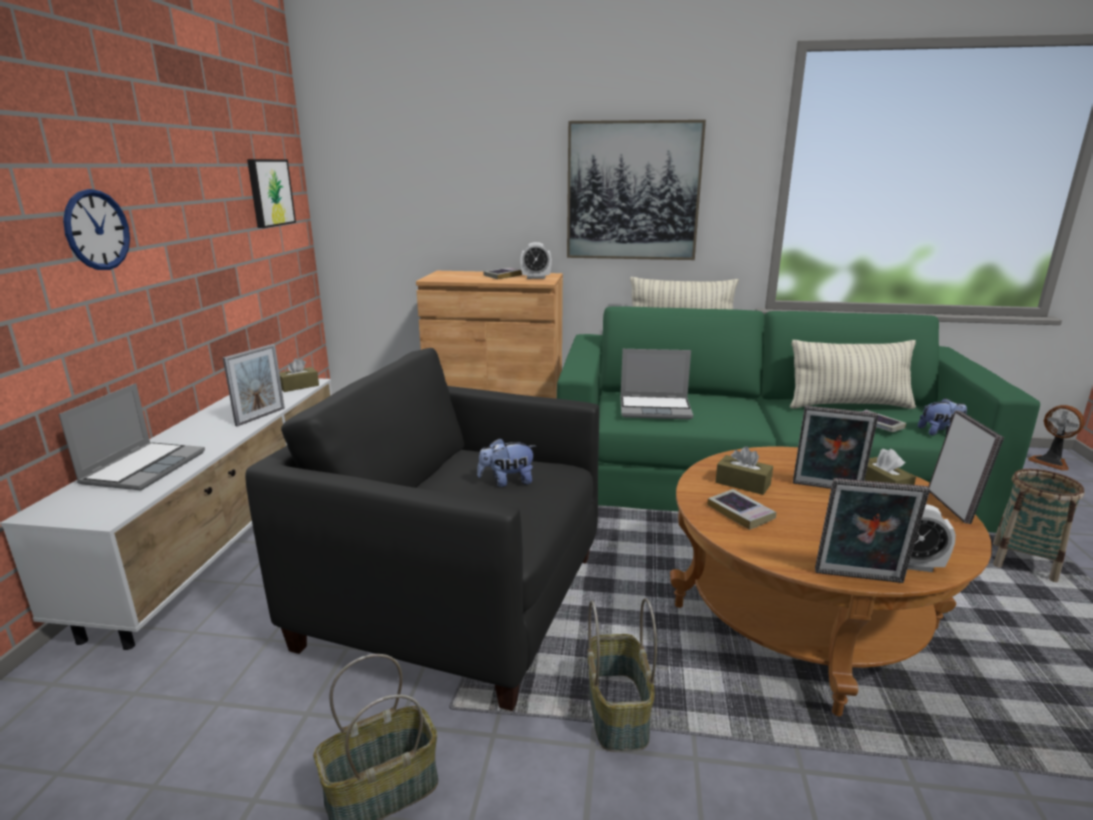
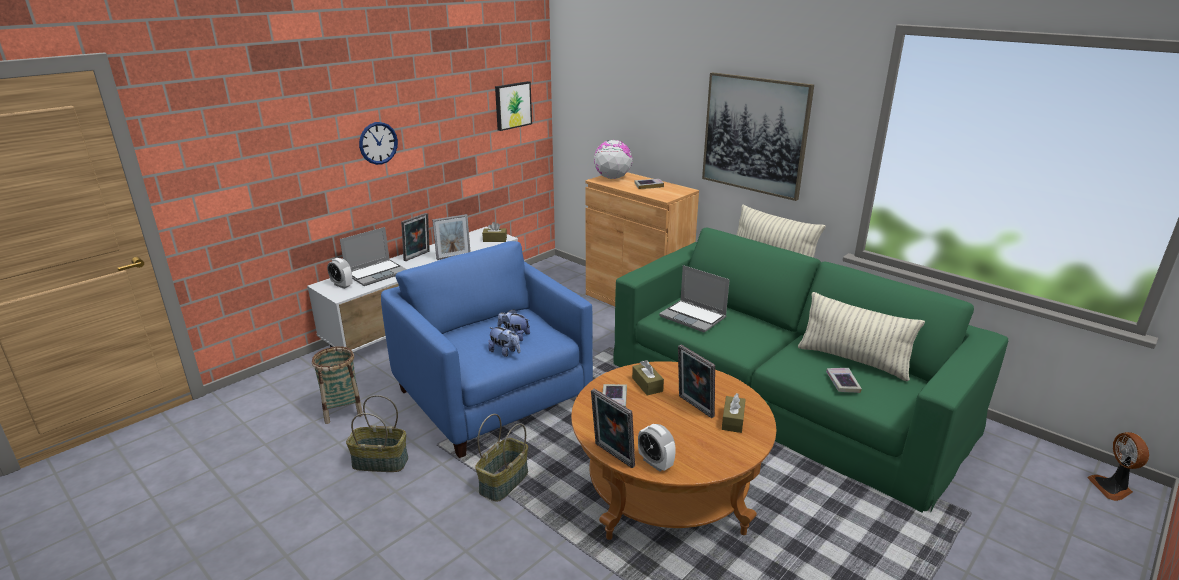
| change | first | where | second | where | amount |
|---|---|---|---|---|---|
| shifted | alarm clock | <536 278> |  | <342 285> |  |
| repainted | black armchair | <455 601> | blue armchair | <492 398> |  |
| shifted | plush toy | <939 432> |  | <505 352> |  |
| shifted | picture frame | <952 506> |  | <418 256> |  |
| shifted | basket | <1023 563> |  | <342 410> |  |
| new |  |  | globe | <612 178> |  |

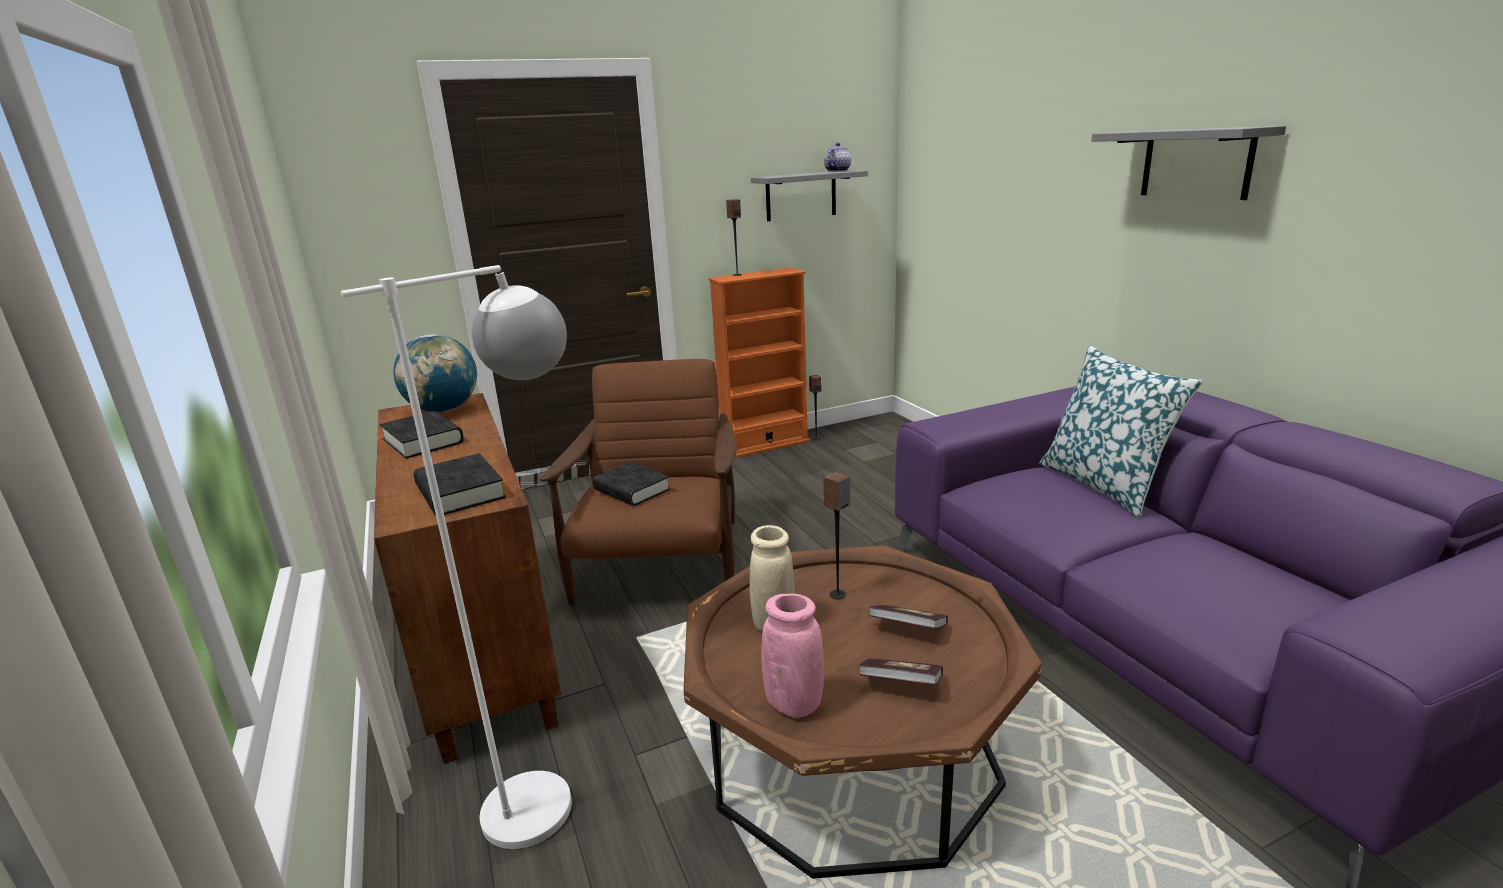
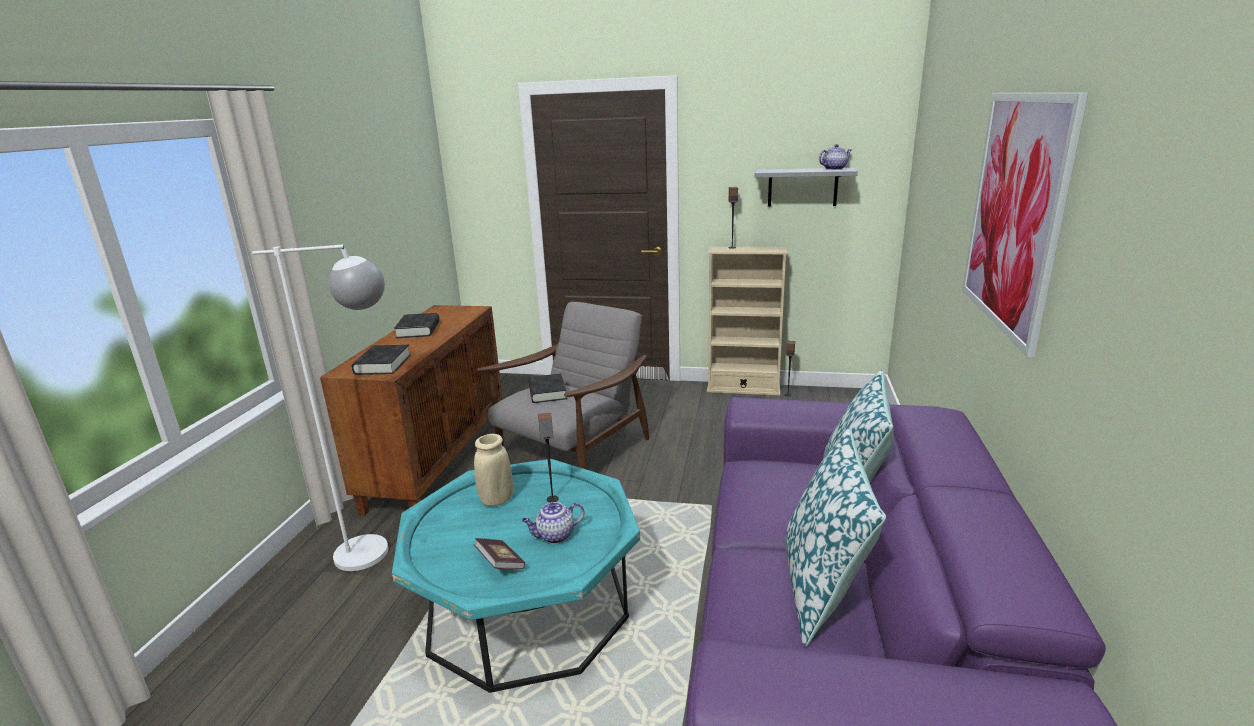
| change | first | where | second | where | amount |
|---|---|---|---|---|---|
| swapped | grey shelf | <1196 163> | picture | <1014 213> |  |
| repainted | orange bookcase | <765 445> | beige bookcase | <743 389> |  |
| gone | globe | <443 410> |  |  |  |
| repainted | brown armchair | <660 564> | grey armchair | <573 450> |  |
| repainted | brown coffee table | <851 754> | turquoise coffee table | <527 608> |  |
| gone | pink vase | <794 703> |  |  |  |
| swapped | book | <908 629> | teapot | <554 536> |  |
| new |  |  | pillow | <823 589> |  |

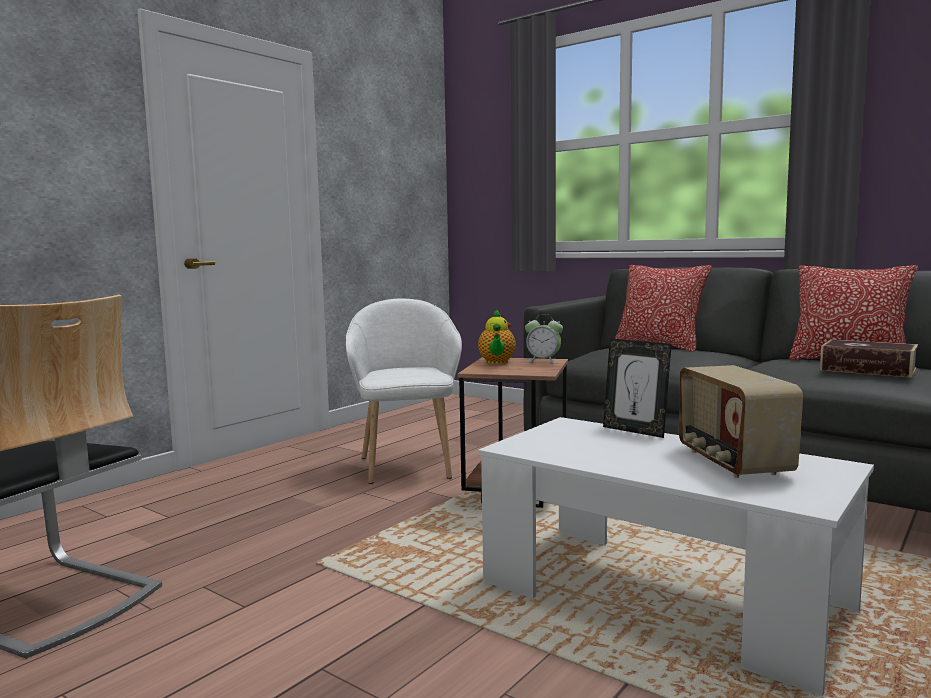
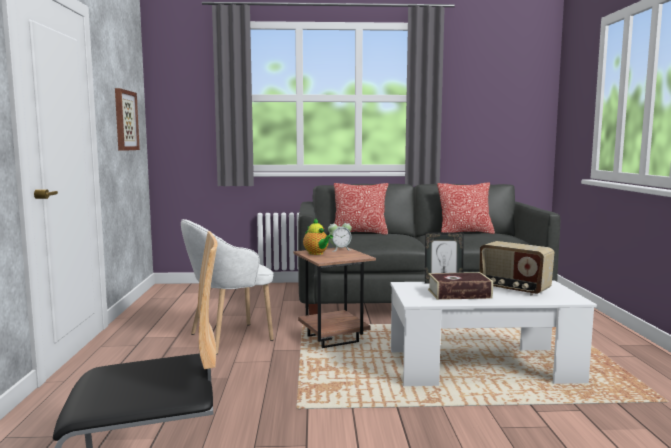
| change | first | where | second | where | amount |
|---|---|---|---|---|---|
| rotated | white armchair | <407 465> |  | <228 338> | 75 degrees counterclockwise |
| shifted | book | <867 369> |  | <459 294> |  |
| new |  |  | picture | <125 120> |  |

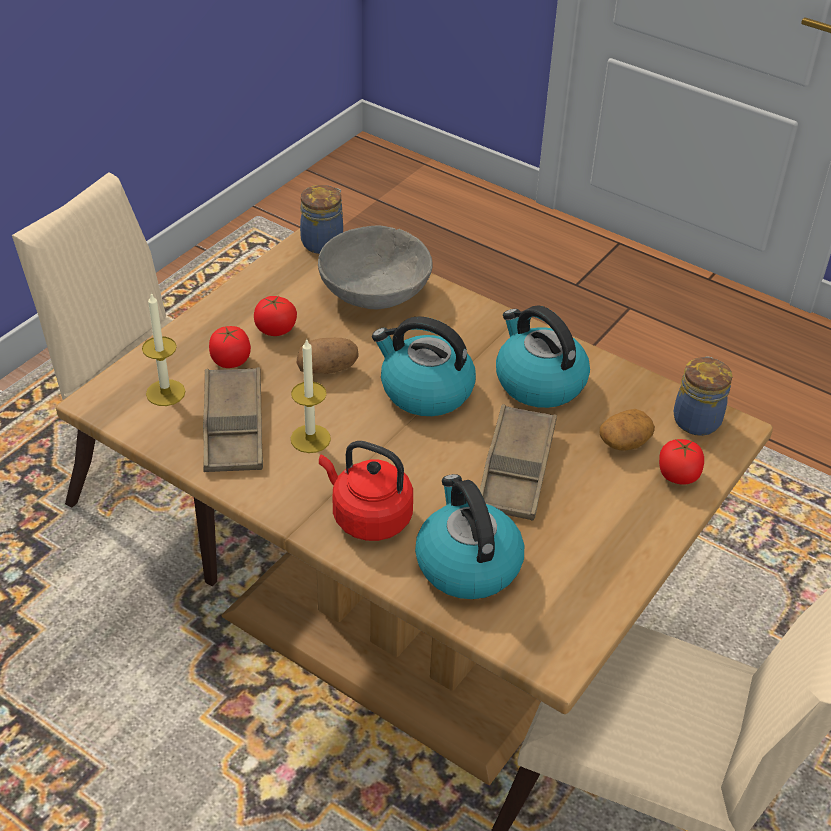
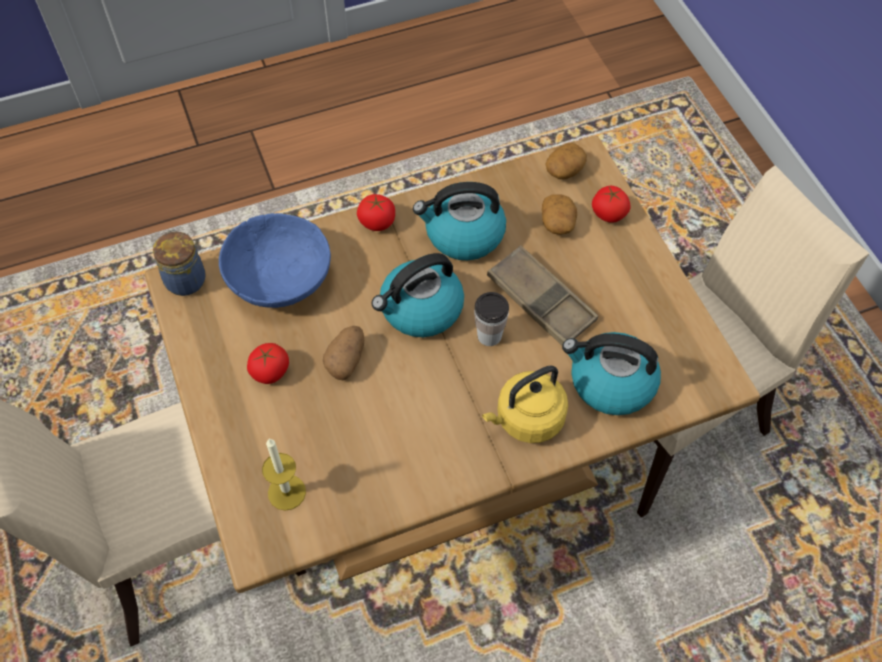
| change | first | where | second | where | amount |
|---|---|---|---|---|---|
| repainted | grey bowl | <374 292> | blue bowl | <279 279> |  |
| shifted | tomato | <230 360> |  | <377 222> |  |
| gone | candle | <310 438> |  |  |  |
| swapped | jar | <696 419> | potato | <564 170> |  |
| gone | brown tray | <233 427> |  |  |  |
| repainted | red kettle | <368 517> | yellow kettle | <526 419> |  |
| new |  |  | cup | <489 336> |  |

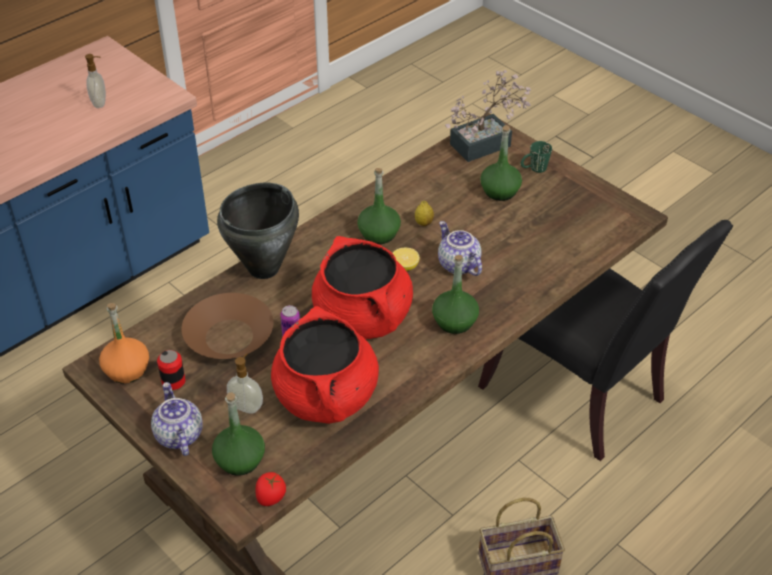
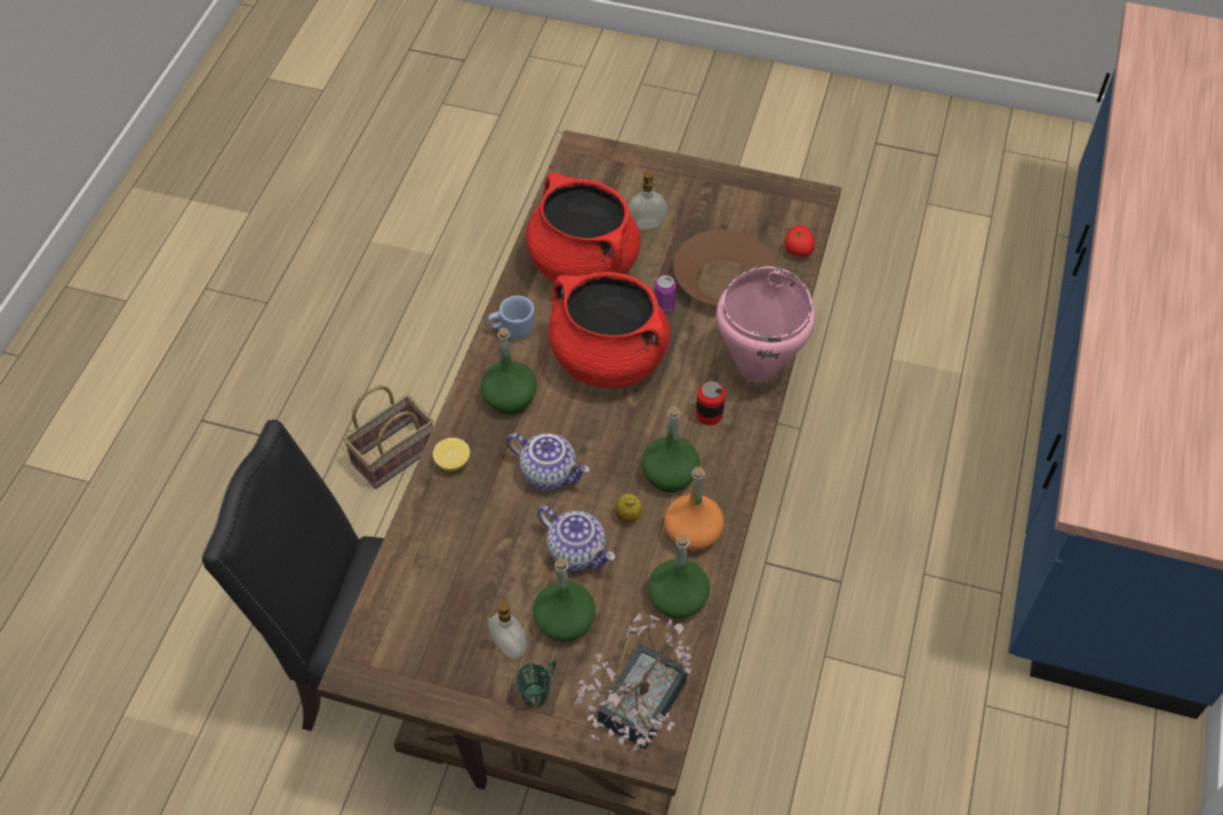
| change | first | where | second | where | amount |
|---|---|---|---|---|---|
| shifted | soap dispenser | <100 103> |  | <507 647> |  |
| repainted | black cooking pot | <264 268> | pink cooking pot | <757 367> |  |
| shifted | lemon | <405 266> |  | <452 462> |  |
| shifted | orange bottle | <127 370> |  | <693 533> |  |
| shifted | can | <173 381> |  | <709 415> |  |
| shifted | teapot | <178 435> |  | <577 552> |  |
| shifted | green bottle | <240 460> |  | <677 598> |  |
| shifted | tomato | <270 497> |  | <798 250> |  |
| new |  |  | blue mug | <512 331> |  |

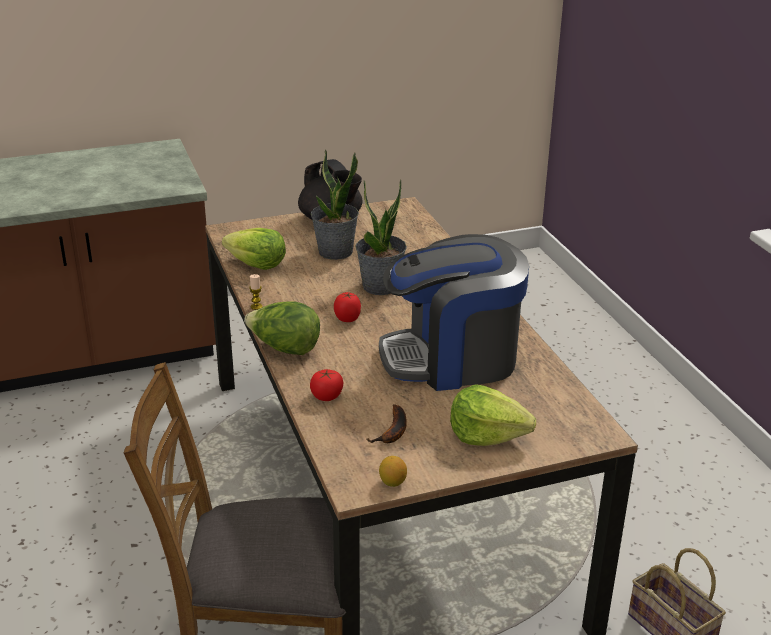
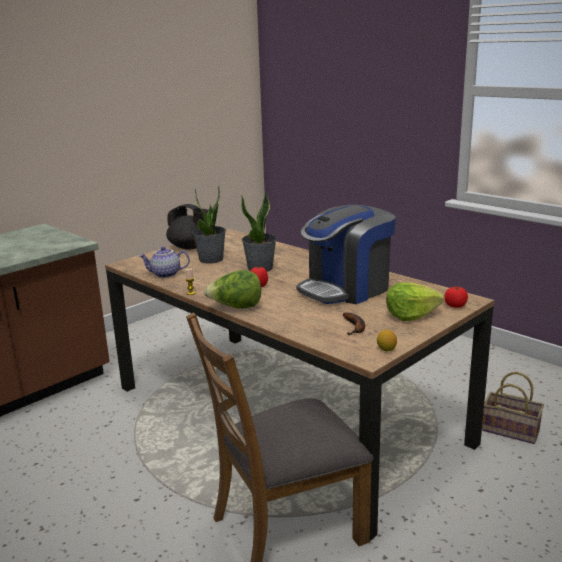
| change | first | where | second | where | amount |
|---|---|---|---|---|---|
| swapped | lettuce | <257 264> | teapot | <165 274> |  |
| shifted | tomato | <326 396> |  | <455 305> |  |

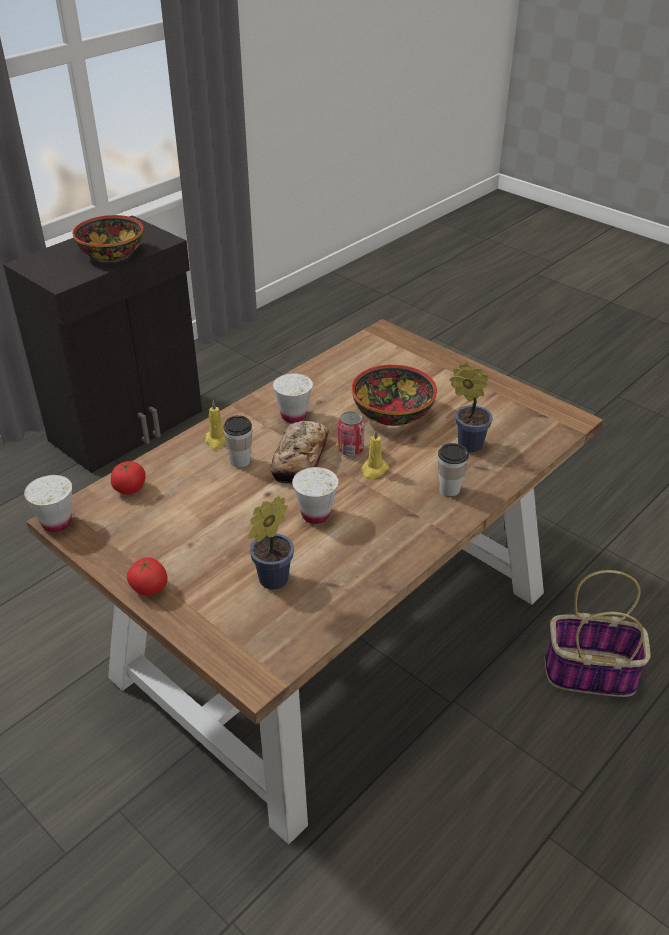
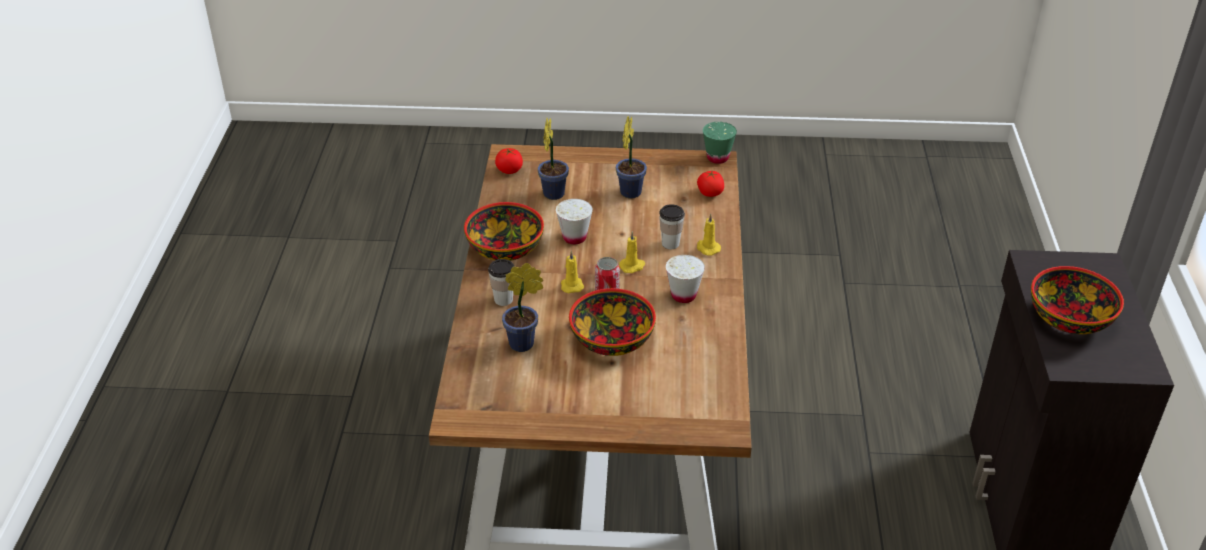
| change | first | where | second | where | amount |
|---|---|---|---|---|---|
| swapped | bread | <300 459> | yellow candle | <632 266> |  |
| repainted | white cup | <57 522> | green cup | <717 158> |  |
| shifted | tomato | <149 588> |  | <509 170> |  |
| gone | basket | <588 673> |  |  |  |
| new |  |  | potted plant | <631 191> |  |
| new |  |  | bowl | <504 248> |  |

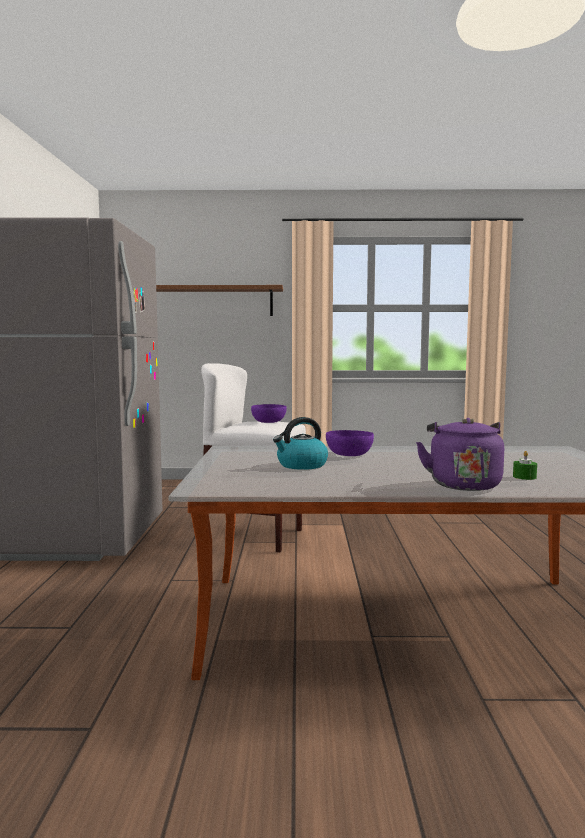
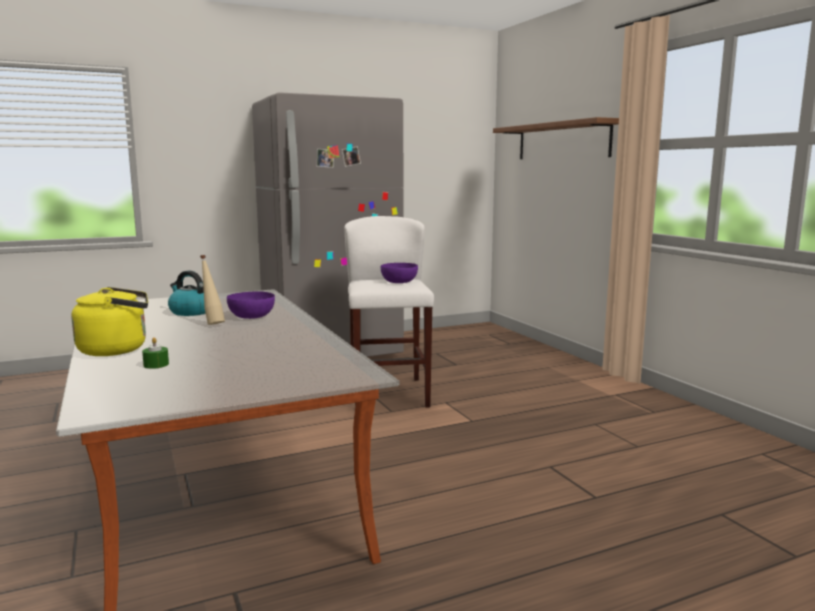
| change | first | where | second | where | amount |
|---|---|---|---|---|---|
| repainted | purple kettle | <462 484> | yellow kettle | <117 349> |  |
| new |  |  | beige bottle | <212 323> |  |

